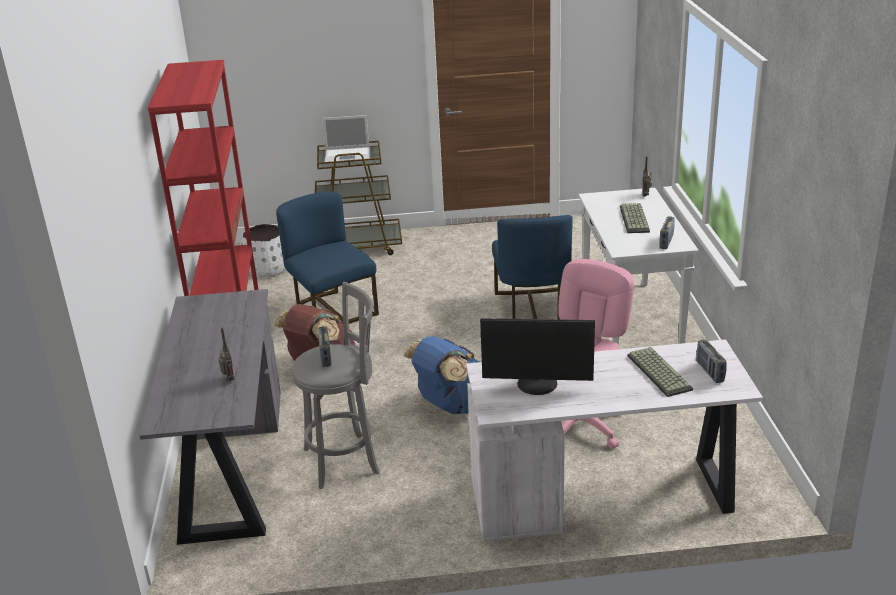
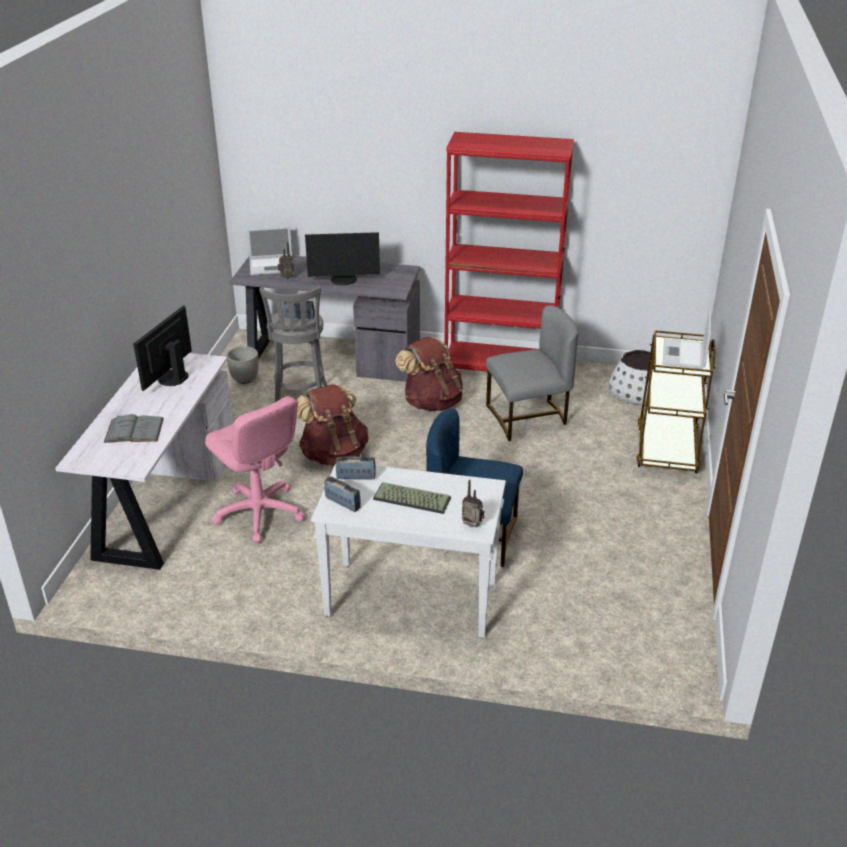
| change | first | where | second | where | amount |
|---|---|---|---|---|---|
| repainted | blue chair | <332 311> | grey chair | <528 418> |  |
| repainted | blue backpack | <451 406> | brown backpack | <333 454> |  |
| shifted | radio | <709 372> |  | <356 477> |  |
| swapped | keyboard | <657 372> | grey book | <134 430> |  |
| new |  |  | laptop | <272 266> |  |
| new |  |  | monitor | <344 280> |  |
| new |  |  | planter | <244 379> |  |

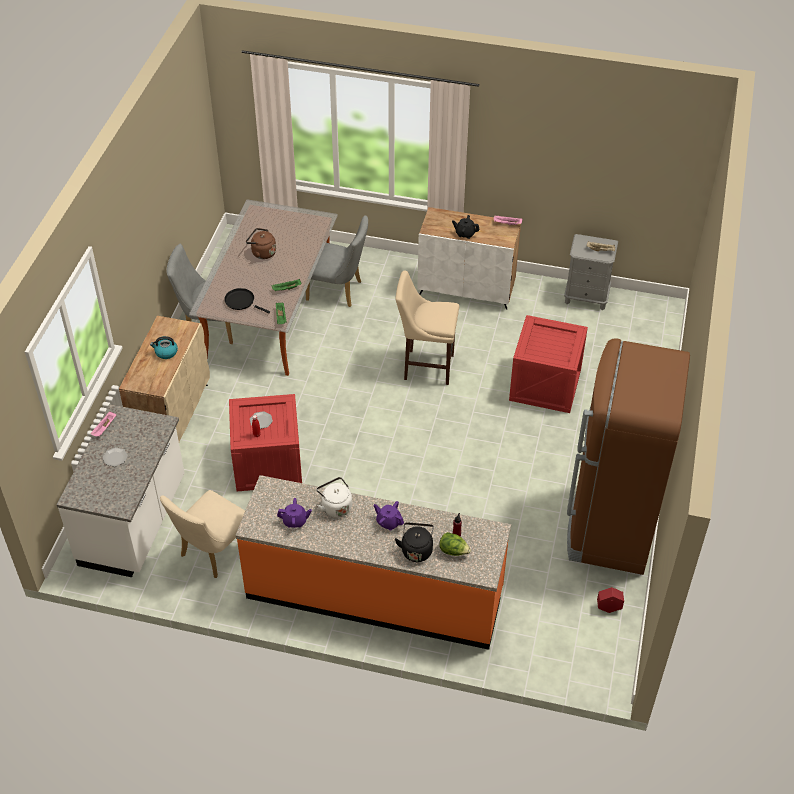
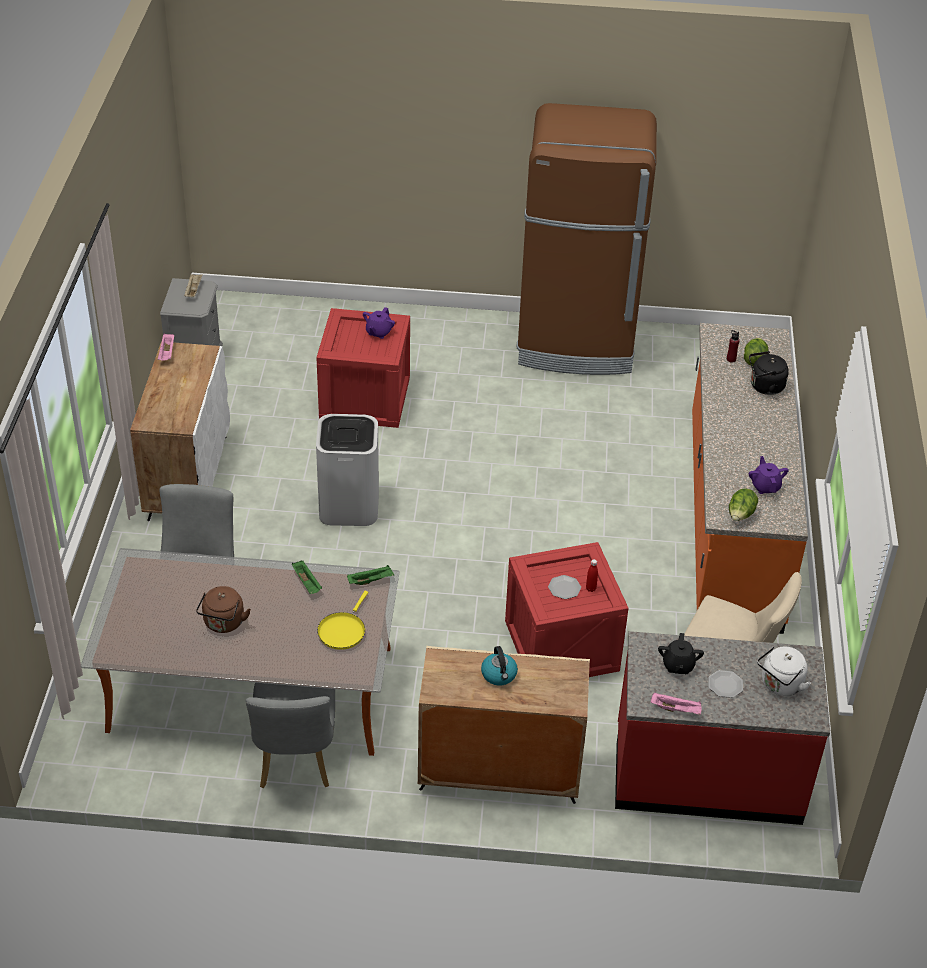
| change | first | where | second | where | amount |
|---|---|---|---|---|---|
| shifted | black teapot | <465 233> |  | <678 665> |  |
| swapped | beige stool | <425 366> | white trash can | <348 506> |  |
| repainted | black frying pan | <241 301> | yellow frying pan | <343 630> |  |
| repainted | white counter | <134 522> | red counter | <707 774> |  |
| shifted | white kettle | <335 506> |  | <780 685> |  |
| shifted | purple teapot | <388 522> |  | <378 332> |  |
| gone | red planter | <608 608> |  |  |  |
| new |  |  | lettuce | <740 515> |  |

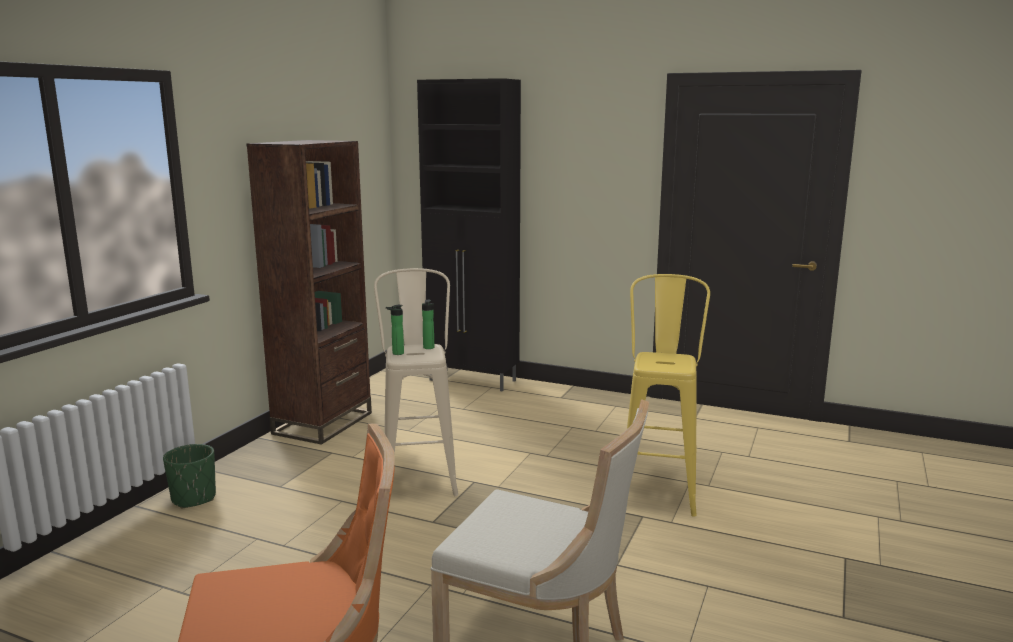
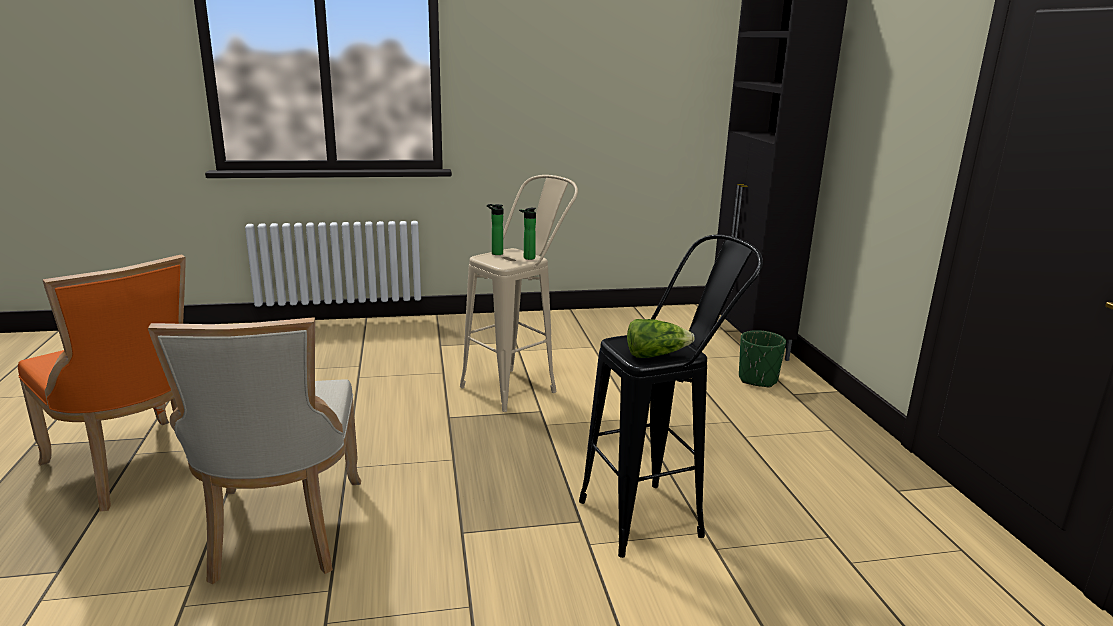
| change | first | where | second | where | amount |
|---|---|---|---|---|---|
| gone | brown bookcase | <323 423> |  |  |  |
| repainted | yellow stool | <658 489> | black stool | <657 515> |  |
| shifted | green planter | <194 498> |  | <758 380> |  |
| new |  |  | lettuce | <655 355> |  |

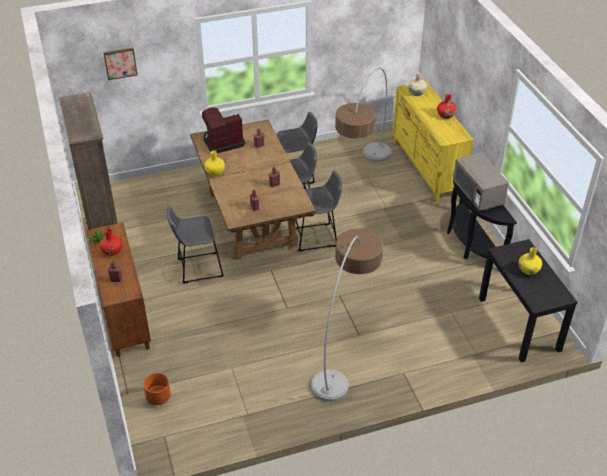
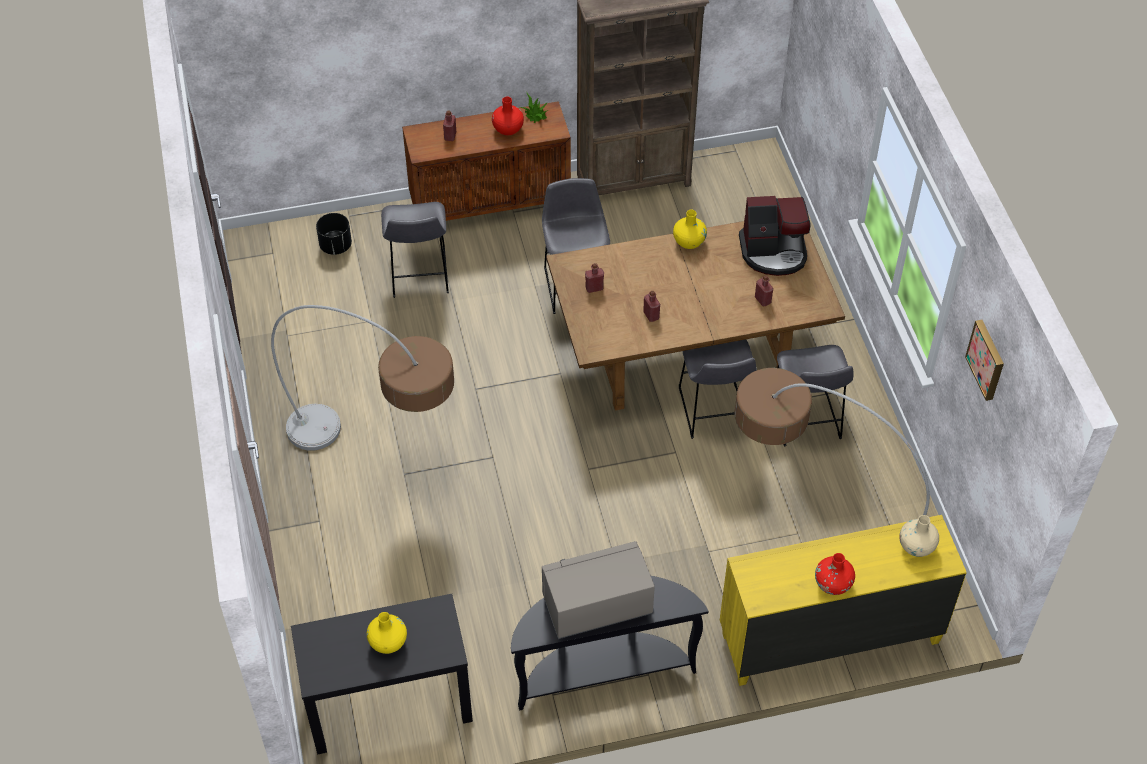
| change | first | where | second | where | amount |
|---|---|---|---|---|---|
| shifted | picture | <120 63> |  | <987 359> |  |
| rotated | coffee machine | <223 142> |  | <774 252> | 105 degrees clockwise |
| shifted | grey stool | <317 237> |  | <419 276> |  |
| repainted | orange planter | <158 397> | black planter | <336 245> |  |

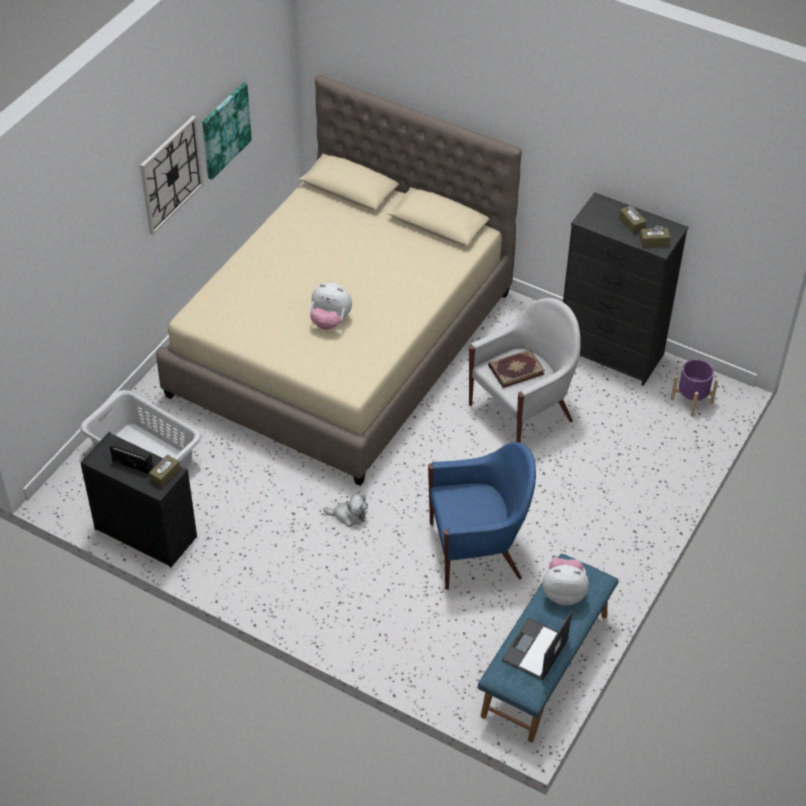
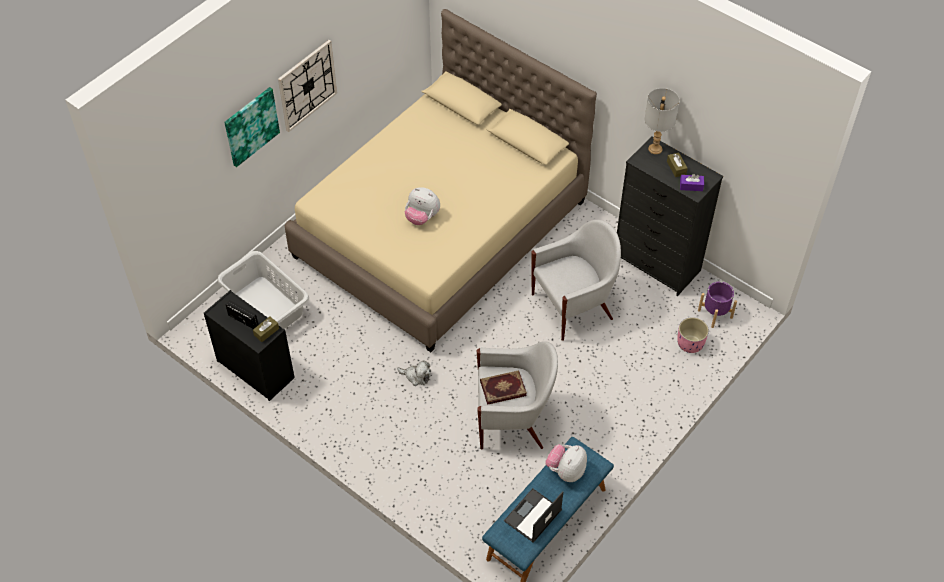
| change | first | where | second | where | amount |
|---|---|---|---|---|---|
| shifted | picture | <225 130> |  | <251 126> |  |
| repainted | brown tissue box | <654 241> | purple tissue box | <691 186> |  |
| shifted | book | <515 369> |  | <502 387> |  |
| repainted | blue armchair | <477 550> | white armchair | <513 420> |  |
| rotated | plush toy | <563 593> |  | <566 471> | 75 degrees counterclockwise |
| new |  |  | grey table lamp | <655 149> |  |
| new |  |  | pink planter | <690 344> |  |

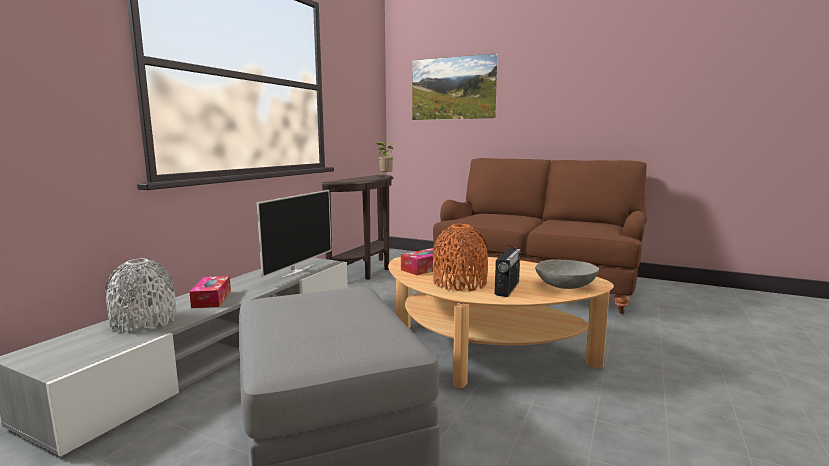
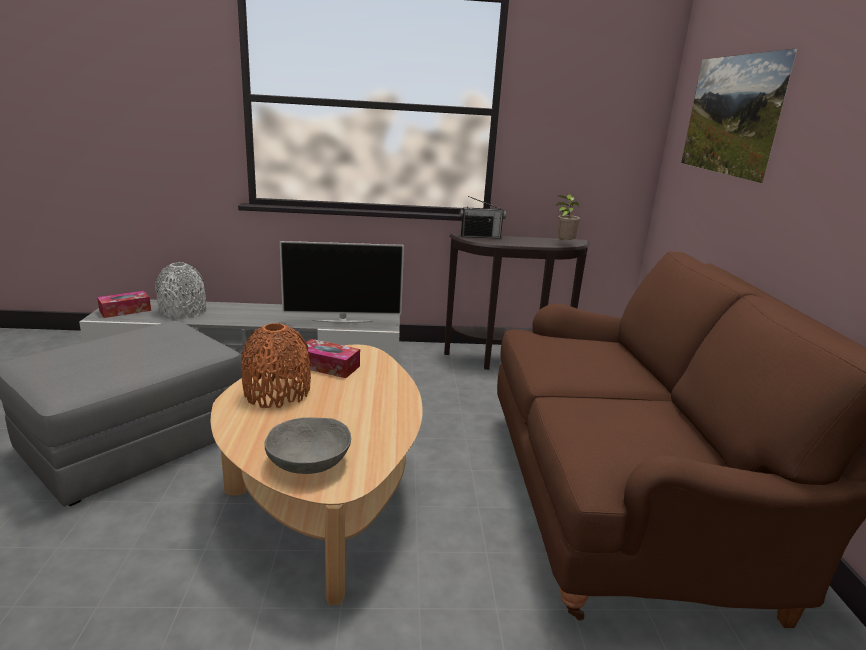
| change | first | where | second | where | amount |
|---|---|---|---|---|---|
| shifted | radio | <507 288> |  | <480 236> |  |
| shifted | tissue box | <212 299> |  | <125 310> |  |

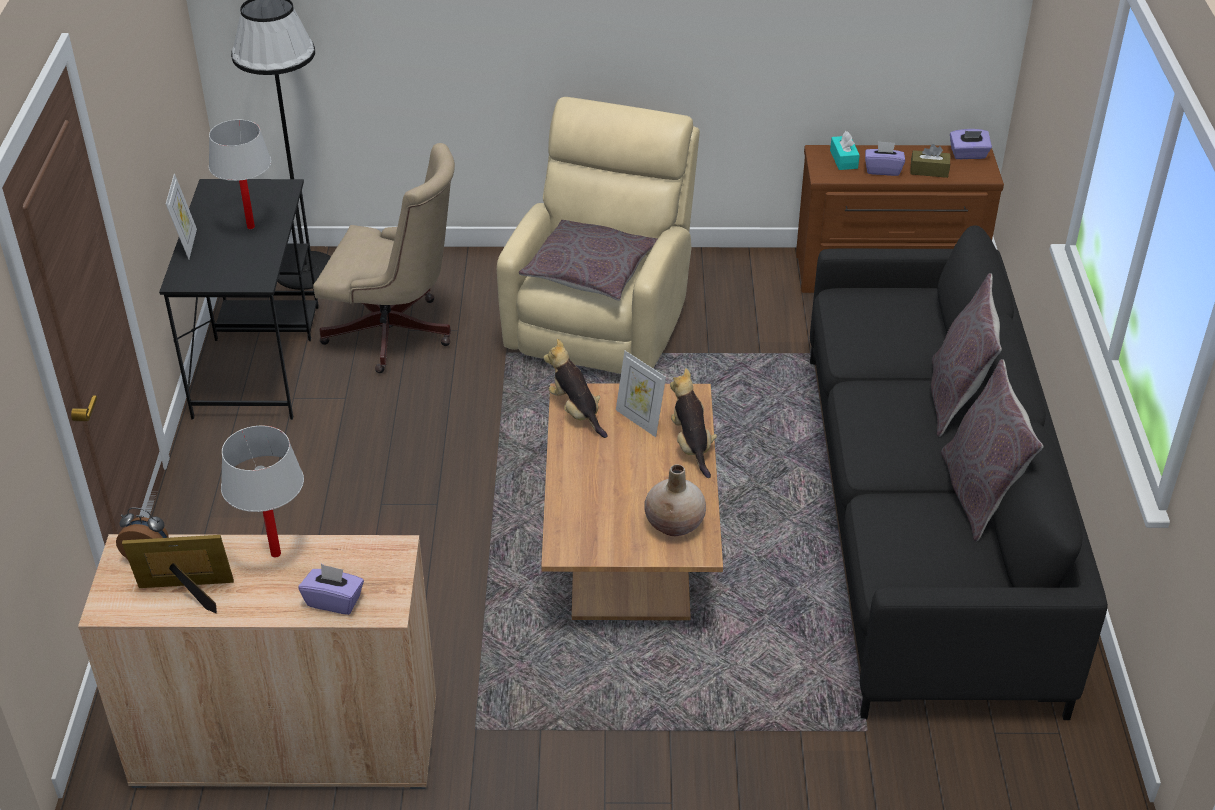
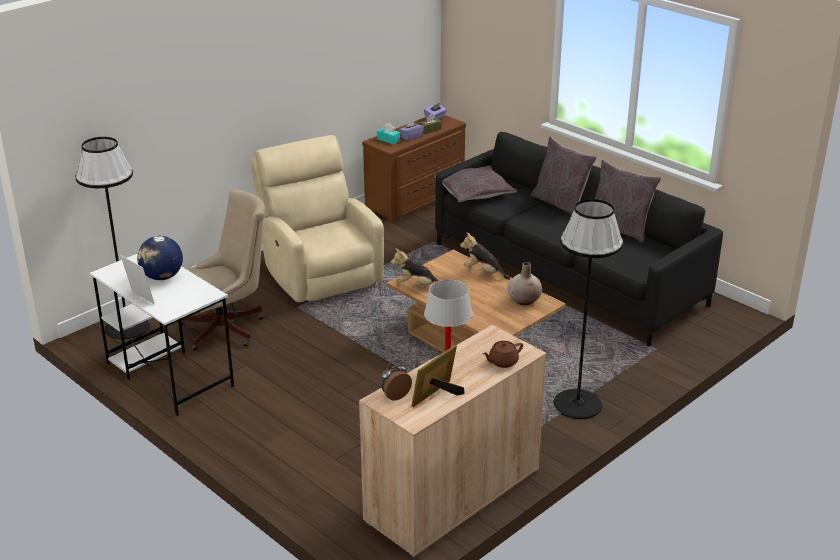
| change | first | where | second | where | amount |
|---|---|---|---|---|---|
| swapped | white table lamp | <250 227> | globe | <162 277> |  |
| repainted | black desk | <257 359> | white desk | <168 374> |  |
| shifted | grey pillow | <590 270> |  | <474 192> |  |
| gone | picture frame | <639 420> |  |  |  |
| swapped | purple tissue box | <334 601> | brown teapot | <502 362> |  |
| new |  |  | black floor lamp | <577 404> |  |

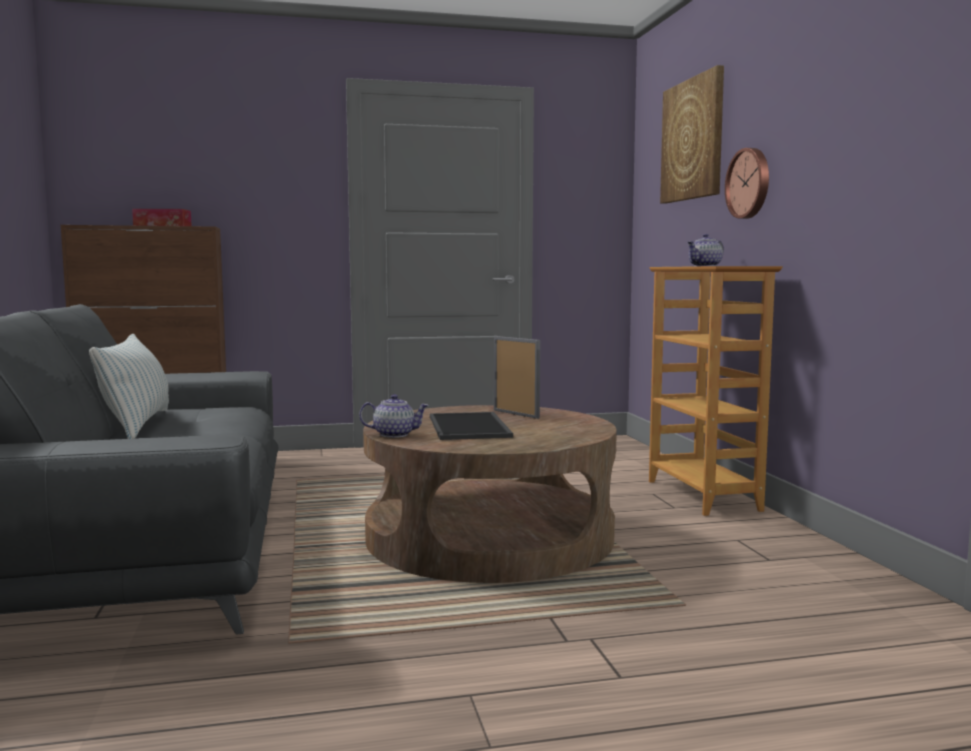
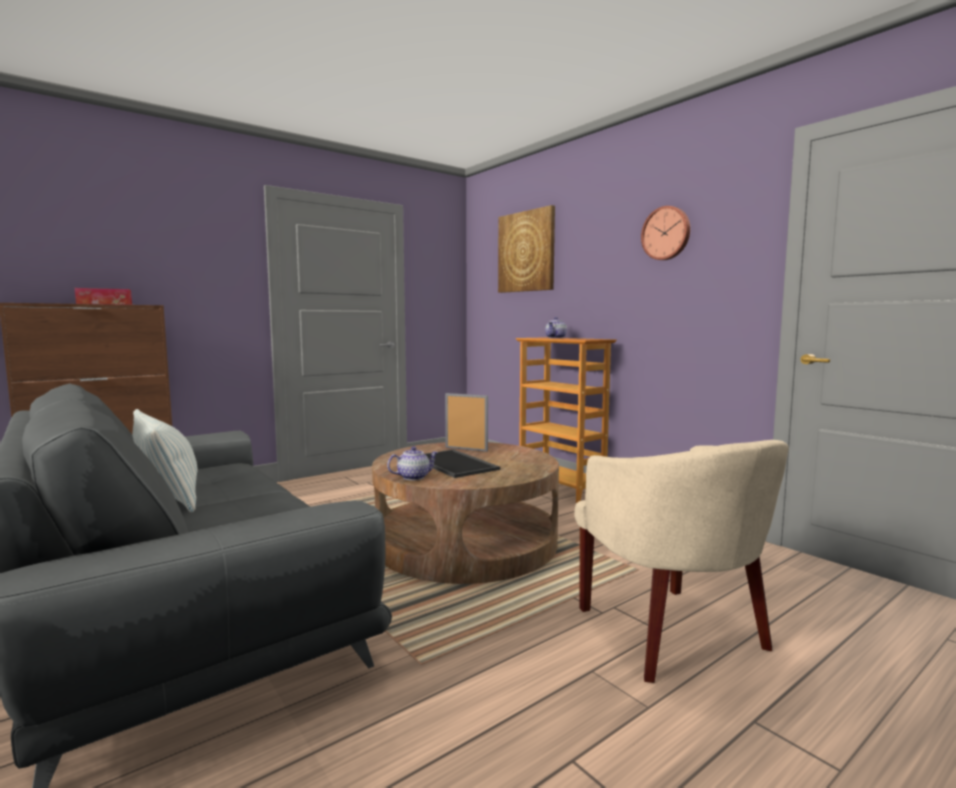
| change | first | where | second | where | amount |
|---|---|---|---|---|---|
| shifted | wall clock | <749 183> |  | <666 233> |  |
| new |  |  | beige armchair | <672 634> |  |

